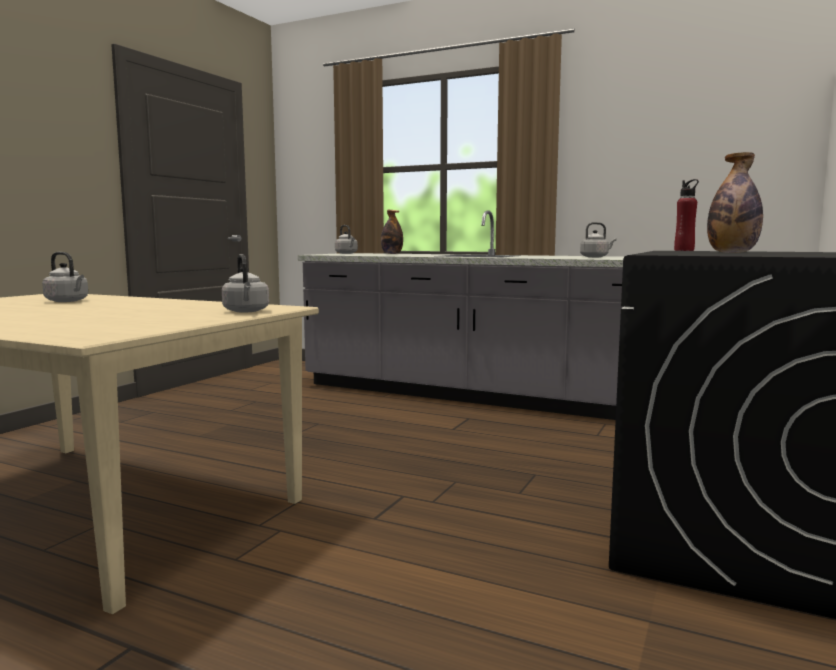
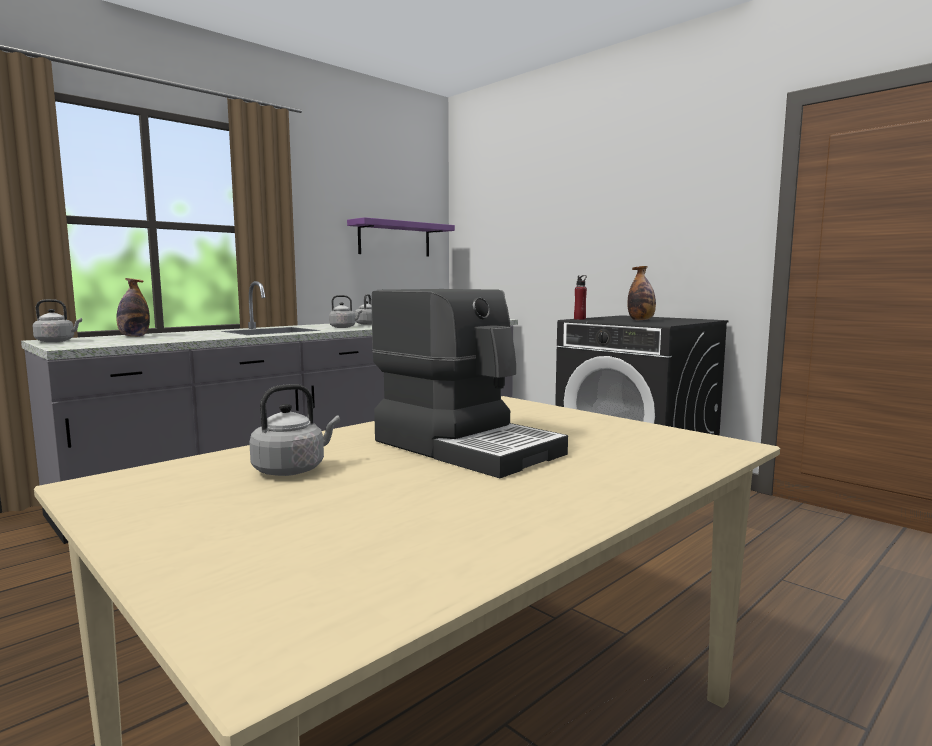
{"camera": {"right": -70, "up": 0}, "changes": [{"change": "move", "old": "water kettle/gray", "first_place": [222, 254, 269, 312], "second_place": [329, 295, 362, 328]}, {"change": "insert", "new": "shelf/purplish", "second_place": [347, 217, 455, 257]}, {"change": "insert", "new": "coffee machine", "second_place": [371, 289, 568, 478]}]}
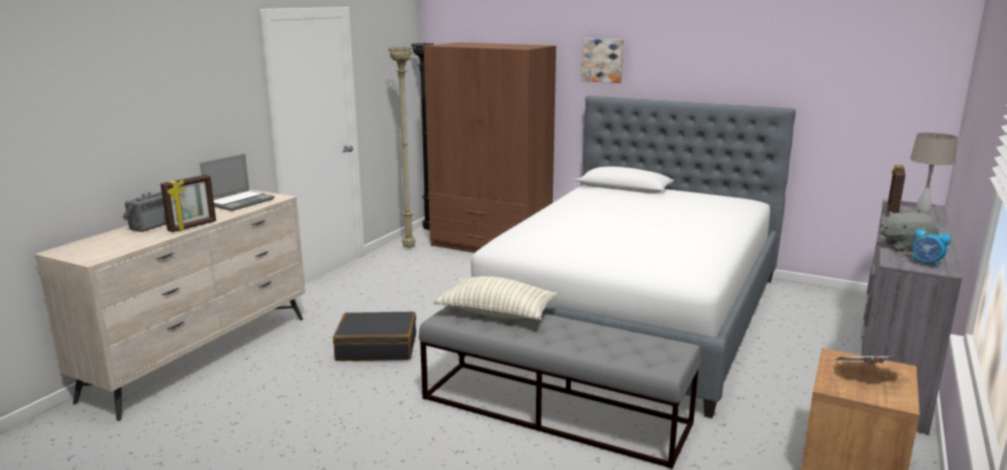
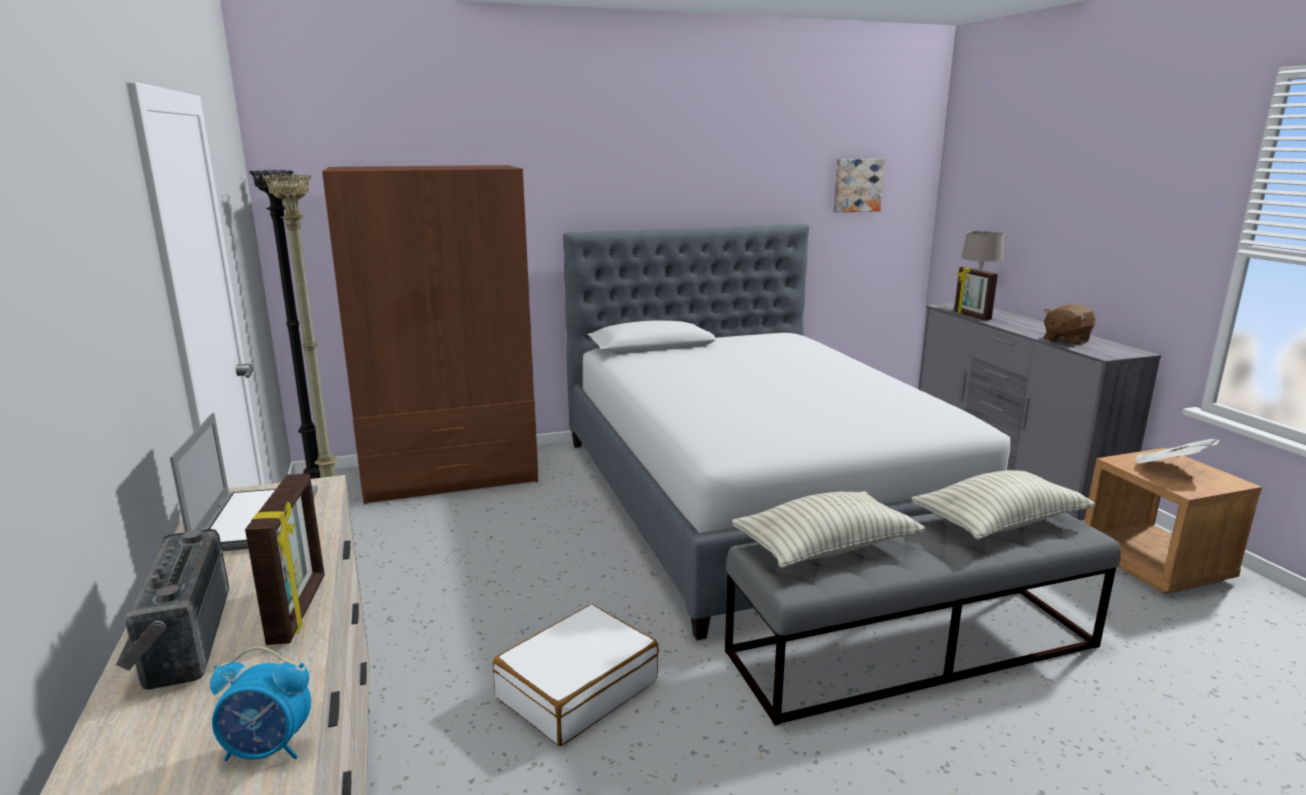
{"camera": {"right": -45, "up": 0}, "changes": [{"change": "move", "old": "wall art", "first_place": [581, 39, 624, 83], "second_place": [833, 159, 885, 213]}, {"change": "recolor", "old": "plush toy/gray", "new": "plush toy/brown-coloured", "first_place": [879, 212, 939, 251], "second_place": [1044, 304, 1095, 346]}, {"change": "move", "old": "bedside clock", "first_place": [911, 226, 951, 268], "second_place": [210, 646, 311, 761]}, {"change": "recolor", "old": "suitcase/black-coloured", "new": "suitcase/whitish", "first_place": [333, 311, 416, 361], "second_place": [493, 604, 659, 746]}, {"change": "insert", "new": "pillow", "second_place": [911, 470, 1095, 540]}]}
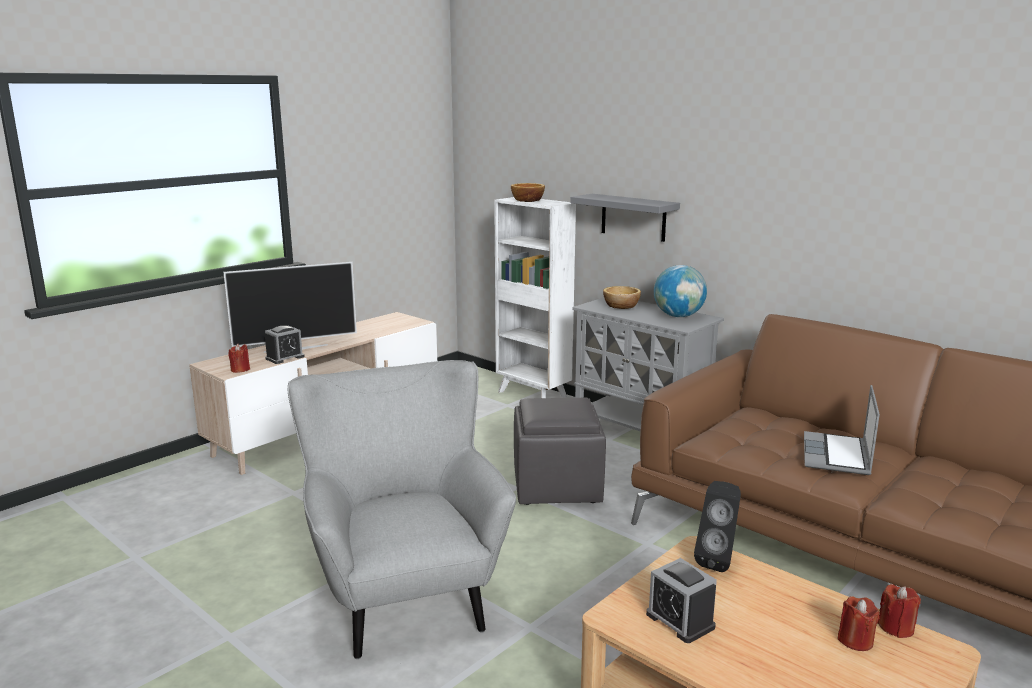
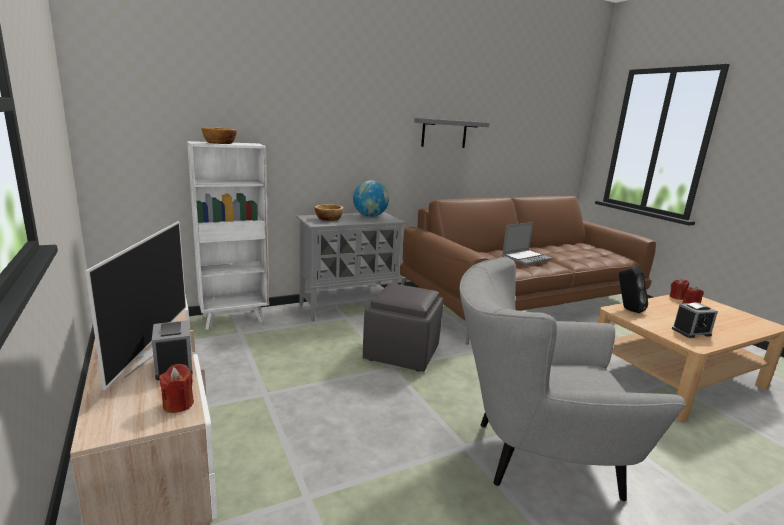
{"camera": {"right": -70, "up": 0}, "changes": [{"change": "move", "old": "shelf/gray", "first_place": [570, 194, 680, 242], "second_place": [414, 118, 489, 148]}, {"change": "rotate", "old": "laptop", "first_place": [804, 385, 880, 475], "second_place": [502, 222, 553, 265], "degrees": -75}]}
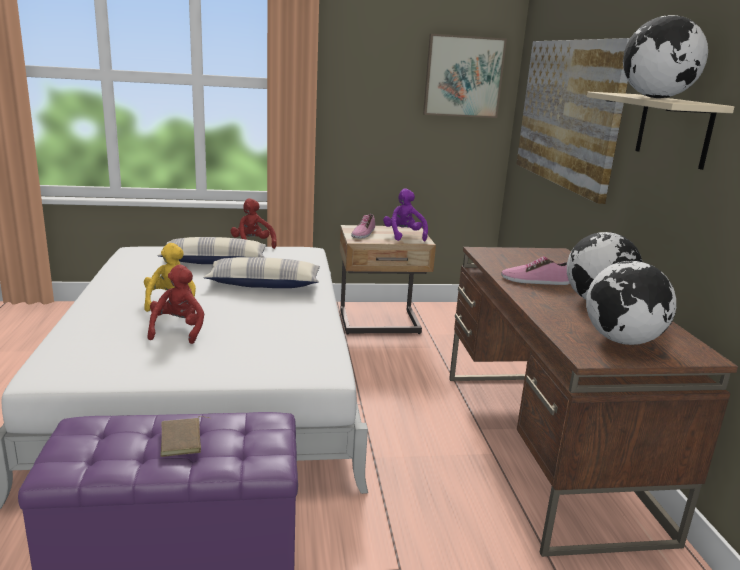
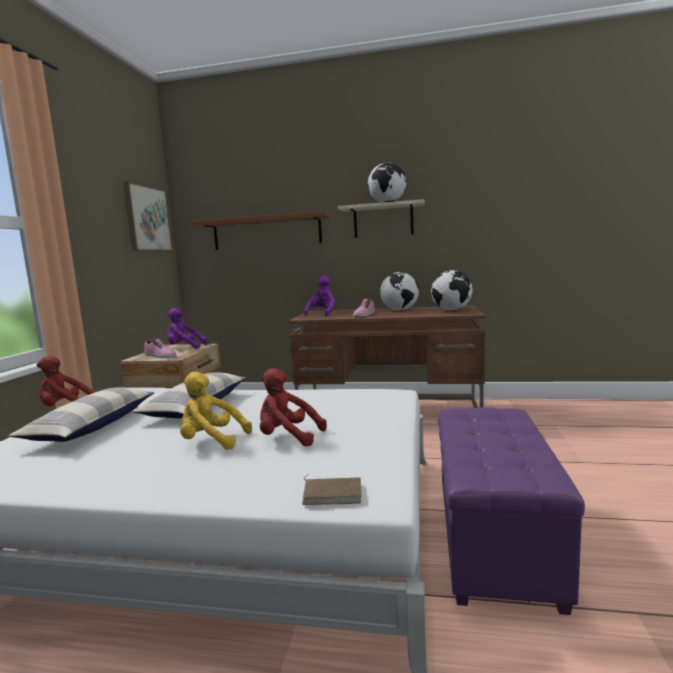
{"camera": {"right": -70, "up": -10}, "changes": [{"change": "replace", "old": "wall art", "new": "shelf", "first_place": [516, 38, 630, 204], "second_place": [192, 211, 331, 250]}, {"change": "move", "old": "book/brown-coloured", "first_place": [160, 416, 209, 457], "second_place": [302, 474, 362, 505]}, {"change": "insert", "new": "plush toy/purplish", "second_place": [304, 276, 335, 317]}]}
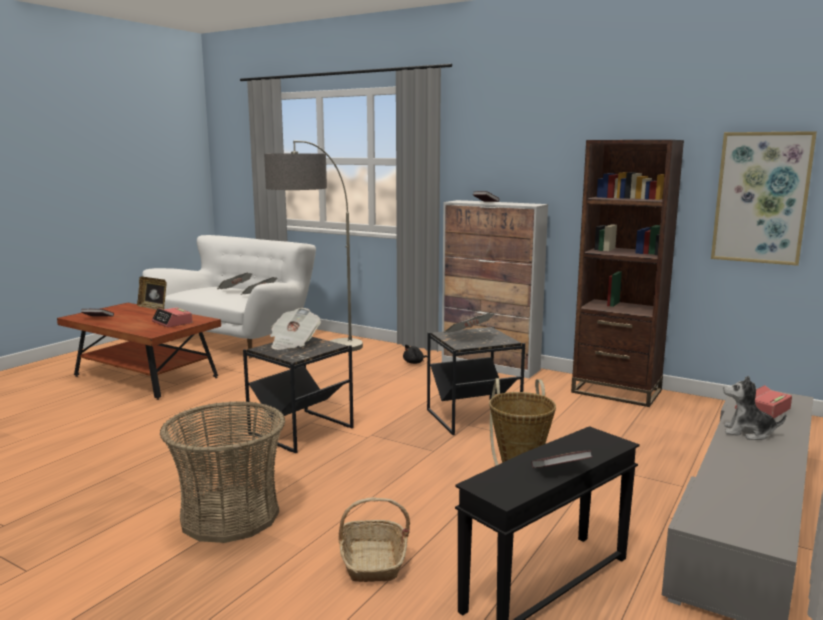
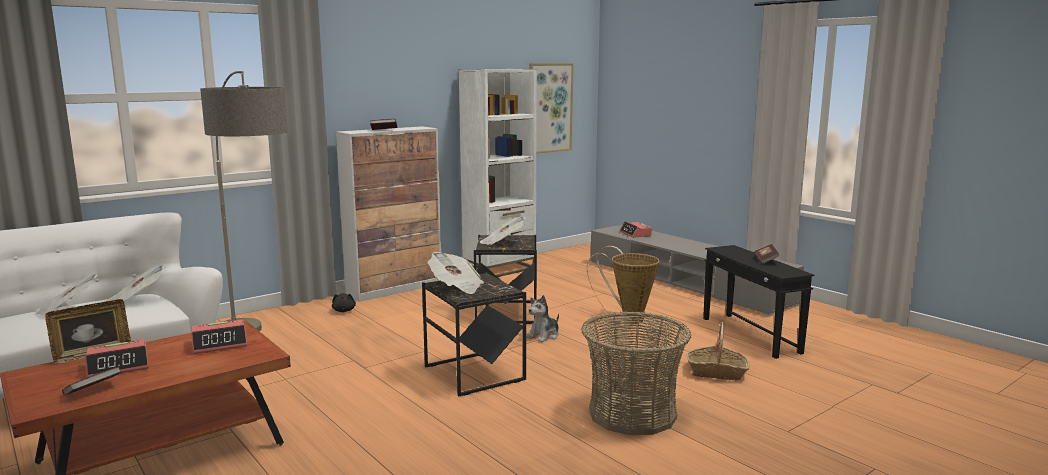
{"camera": {"right": -70, "up": 0}, "changes": [{"change": "recolor", "old": "bookshelf/brown-coloured", "new": "bookshelf/whitish", "first_place": [571, 140, 684, 407], "second_place": [459, 69, 537, 277]}, {"change": "move", "old": "plush toy", "first_place": [723, 376, 786, 440], "second_place": [527, 295, 559, 342]}, {"change": "insert", "new": "bedside clock", "second_place": [85, 339, 149, 377]}]}
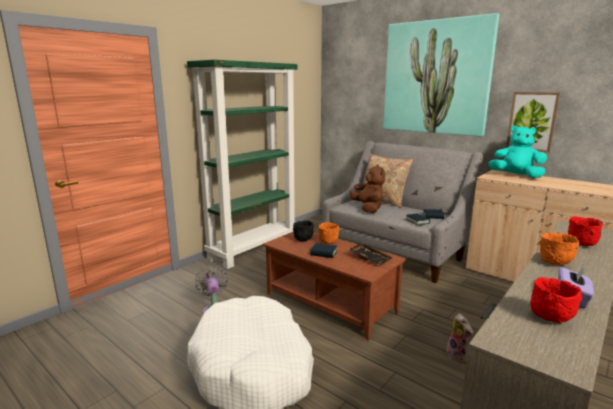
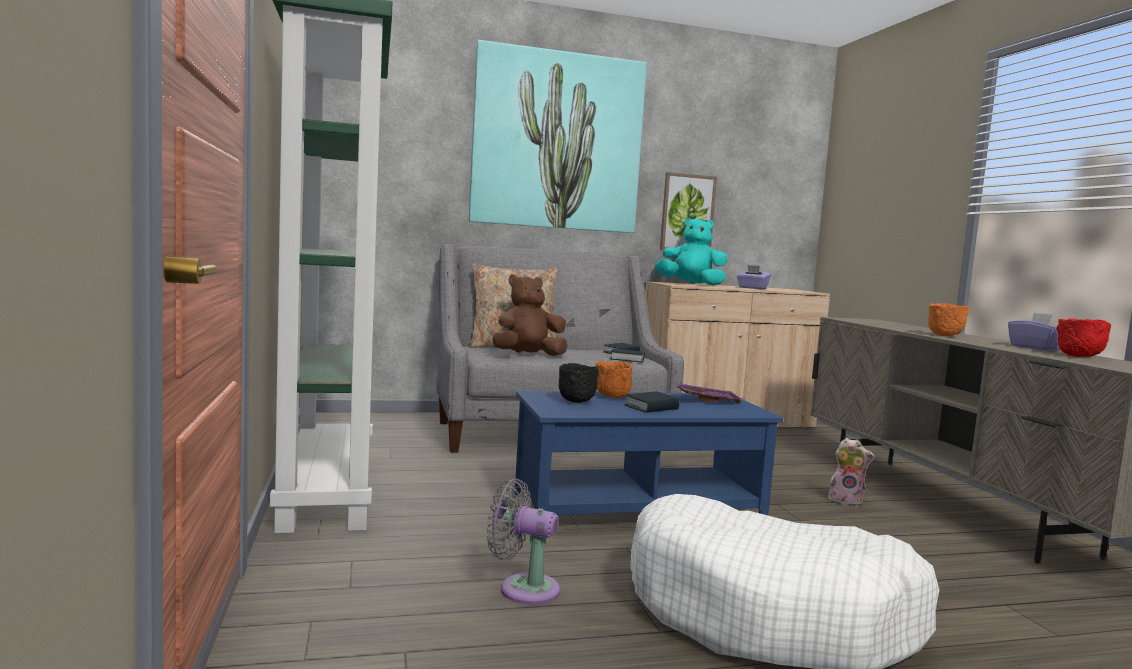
{"camera": {"right": -55, "up": -10}, "changes": [{"change": "rotate", "old": "plush toy/turquoise-coloured", "first_place": [489, 125, 547, 178], "second_place": [655, 218, 728, 286], "degrees": 45}, {"change": "rotate", "old": "plush toy/brown-coloured", "first_place": [350, 164, 385, 213], "second_place": [493, 274, 567, 356], "degrees": -45}, {"change": "delete", "old": "deep dish/red-coloured", "first_place": [568, 216, 603, 246]}, {"change": "recolor", "old": "low table/brown-coloured", "new": "low table/bluish", "first_place": [263, 231, 406, 340], "second_place": [515, 391, 784, 515]}, {"change": "recolor", "old": "carrying tray/black-coloured", "new": "carrying tray/purplish", "first_place": [349, 243, 393, 265], "second_place": [673, 382, 746, 403]}, {"change": "insert", "new": "tissue holder/purplish", "second_place": [737, 265, 771, 289]}]}
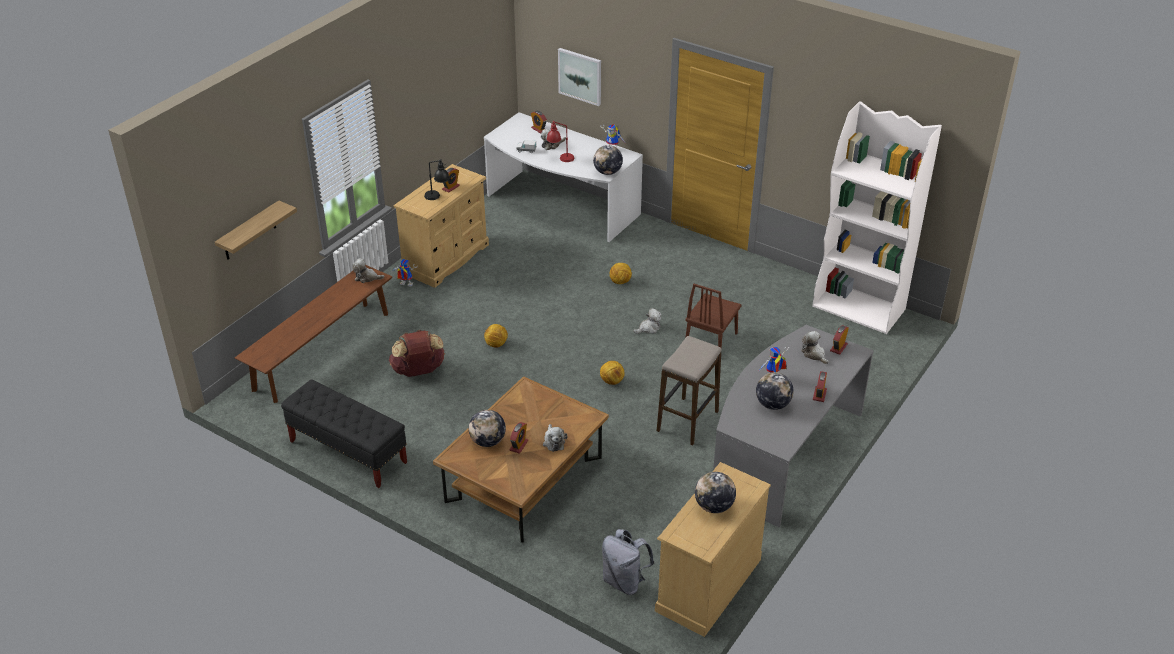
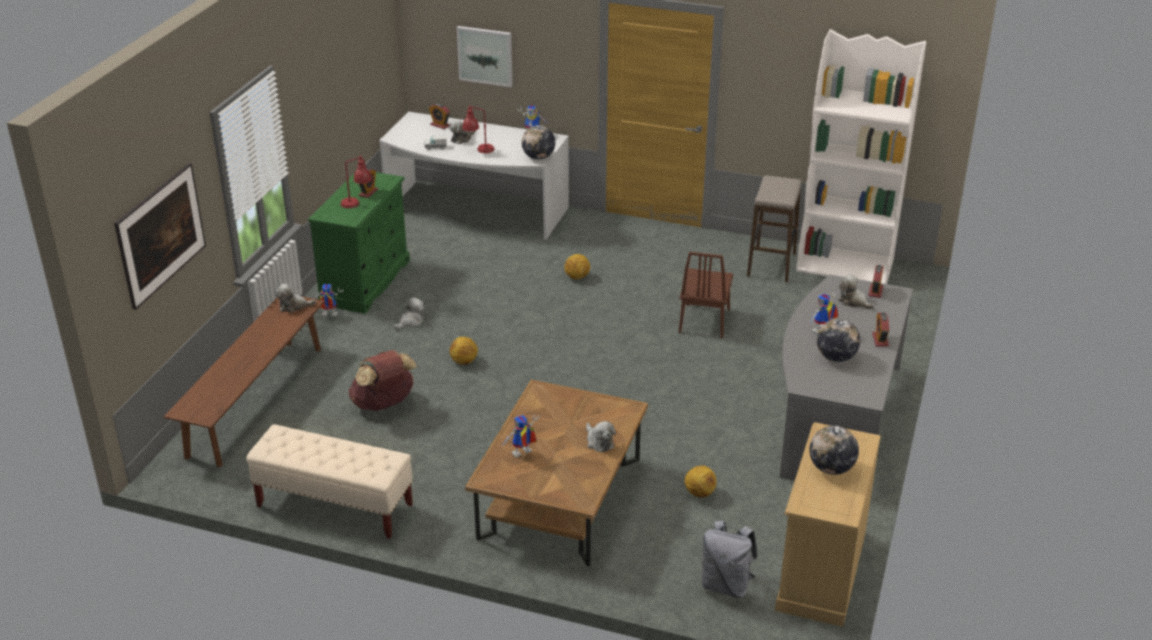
{"camera": {"right": -15, "up": -5}, "changes": [{"change": "recolor", "old": "table lamp/black-coloured", "new": "table lamp/red-coloured", "first_place": [424, 159, 450, 200], "second_place": [341, 156, 372, 208]}, {"change": "recolor", "old": "dresser/beige", "new": "dresser/green-coloured", "first_place": [394, 164, 489, 288], "second_place": [308, 172, 410, 314]}, {"change": "replace", "old": "shelf", "new": "wall art", "first_place": [215, 200, 297, 260], "second_place": [114, 163, 206, 310]}, {"change": "move", "old": "plush toy", "first_place": [633, 308, 662, 334], "second_place": [394, 297, 424, 329]}, {"change": "move", "old": "stool seat", "first_place": [657, 336, 721, 446], "second_place": [747, 175, 802, 282]}, {"change": "move", "old": "football ball", "first_place": [600, 361, 625, 385], "second_place": [685, 466, 717, 497]}, {"change": "recolor", "old": "bench/black-coloured", "new": "bench/beige", "first_place": [281, 380, 407, 488], "second_place": [246, 424, 413, 539]}, {"change": "replace", "old": "globe", "new": "model robot", "first_place": [469, 410, 506, 447], "second_place": [501, 415, 539, 458]}, {"change": "delete", "old": "bedside clock", "first_place": [510, 422, 528, 454]}]}
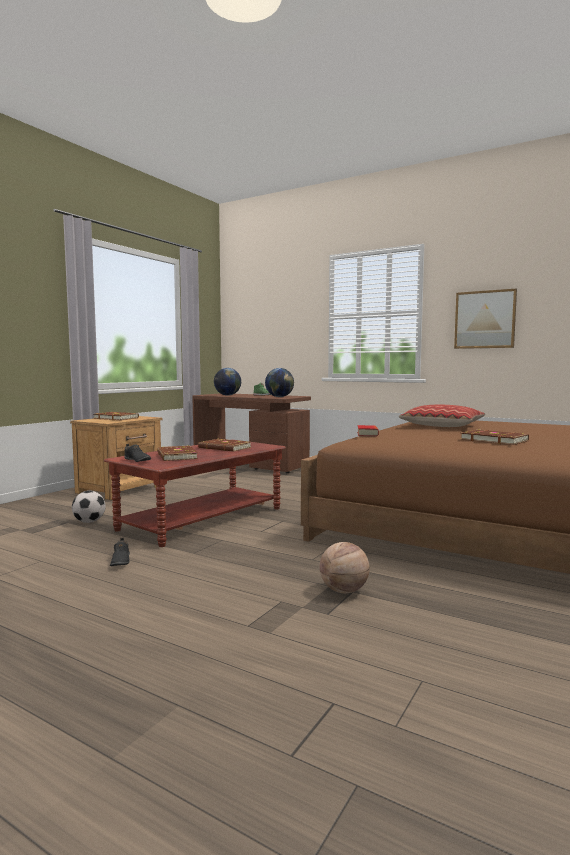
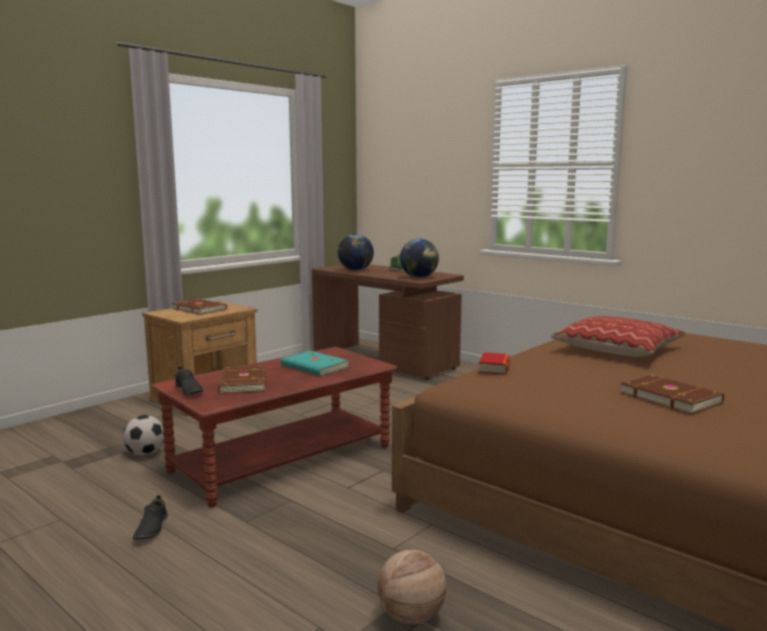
{"camera": {"right": 10, "up": 5}, "changes": [{"change": "delete", "old": "wall art", "first_place": [454, 289, 517, 349]}, {"change": "recolor", "old": "book/brown-coloured", "new": "book/turquoise-coloured", "first_place": [198, 439, 251, 451], "second_place": [281, 351, 349, 376]}]}
